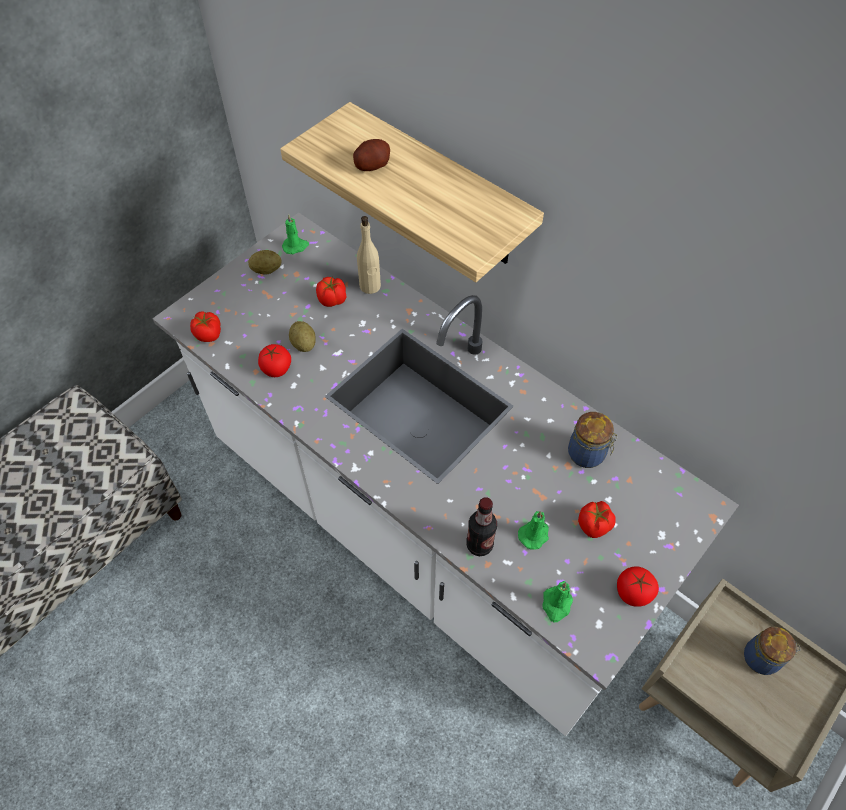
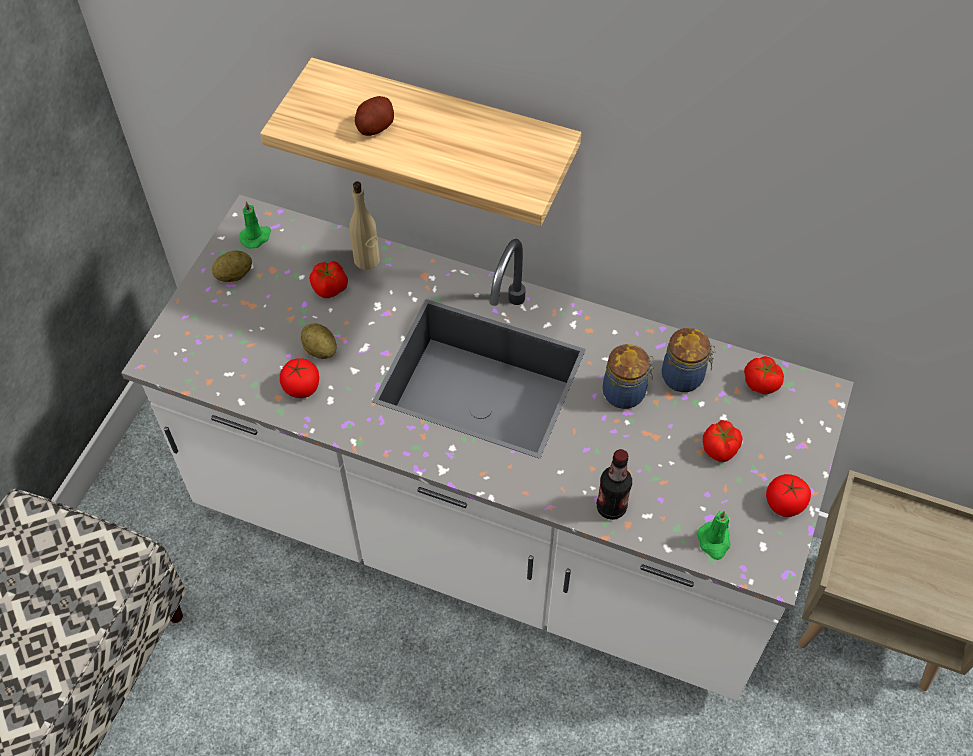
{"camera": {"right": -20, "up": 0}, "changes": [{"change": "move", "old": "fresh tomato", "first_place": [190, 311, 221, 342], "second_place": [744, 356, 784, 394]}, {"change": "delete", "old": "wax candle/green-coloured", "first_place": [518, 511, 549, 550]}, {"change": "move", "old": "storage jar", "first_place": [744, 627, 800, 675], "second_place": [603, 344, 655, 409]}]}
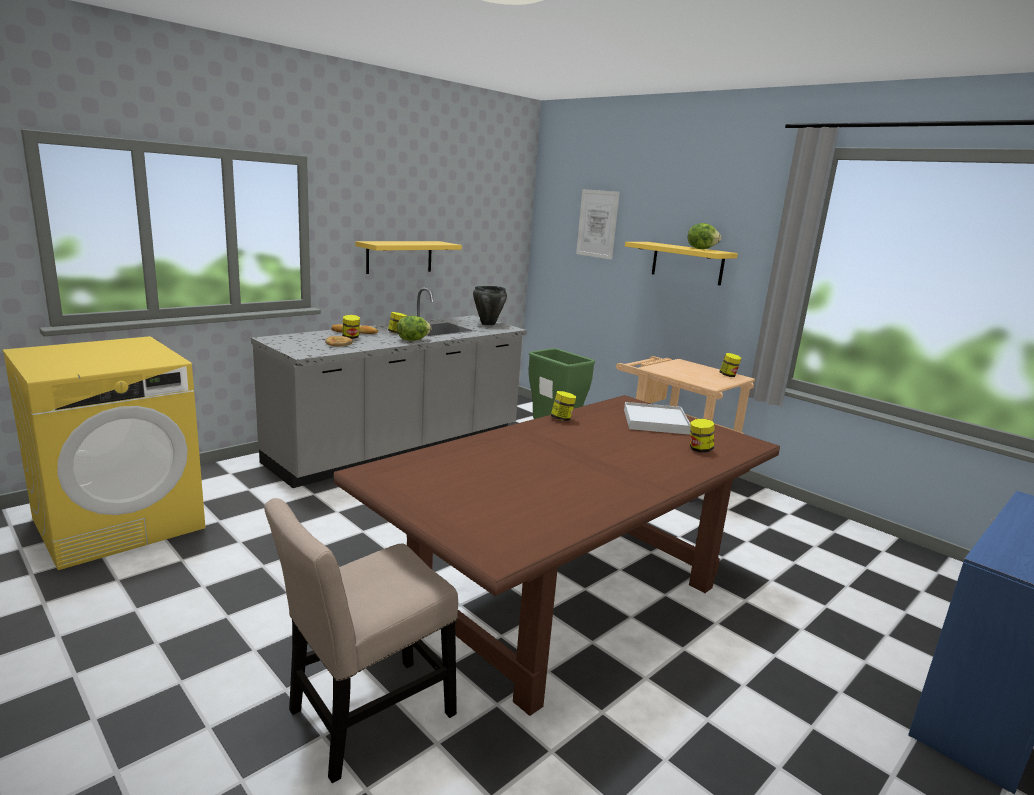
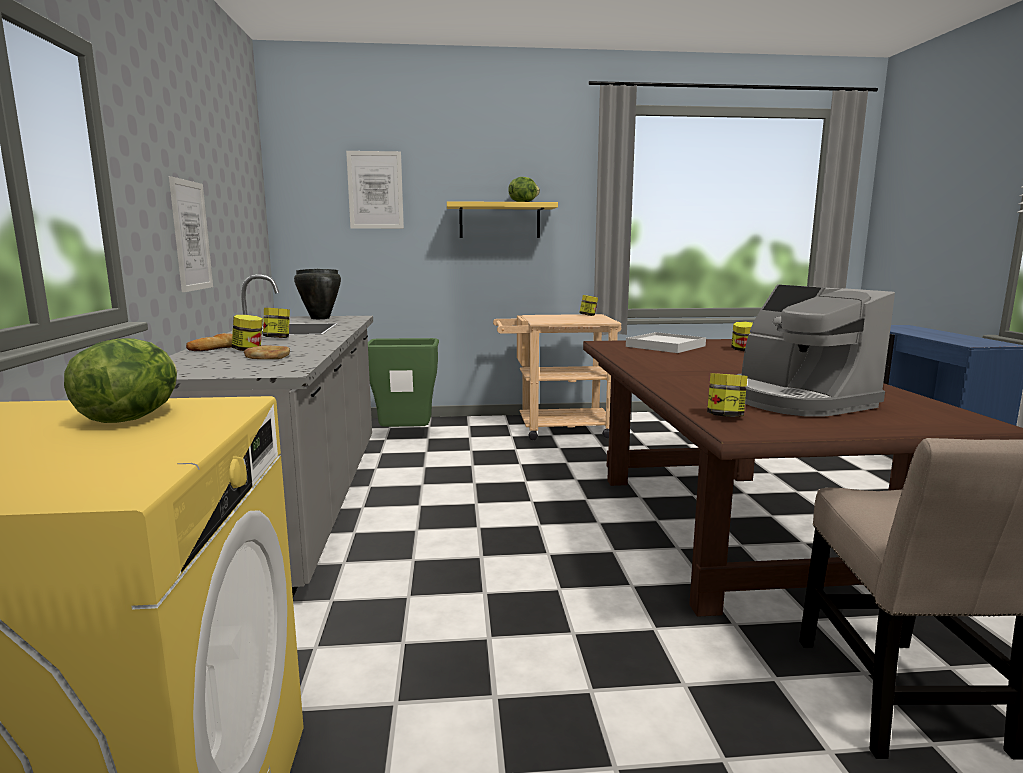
{"camera": {"right": -50, "up": -5}, "changes": [{"change": "replace", "old": "shelf/yellow", "new": "wall art", "first_place": [356, 241, 462, 274], "second_place": [169, 176, 213, 292]}, {"change": "move", "old": "lettuce", "first_place": [397, 316, 431, 341], "second_place": [64, 338, 177, 423]}, {"change": "move", "old": "storage jar", "first_place": [551, 391, 576, 421], "second_place": [707, 373, 748, 417]}, {"change": "insert", "new": "coffee machine", "second_place": [737, 285, 895, 416]}]}
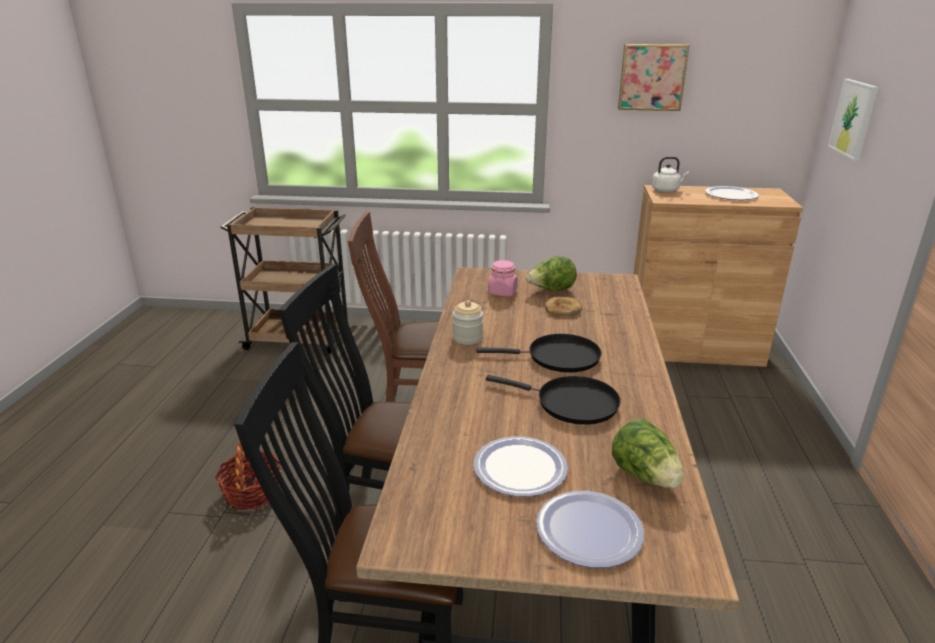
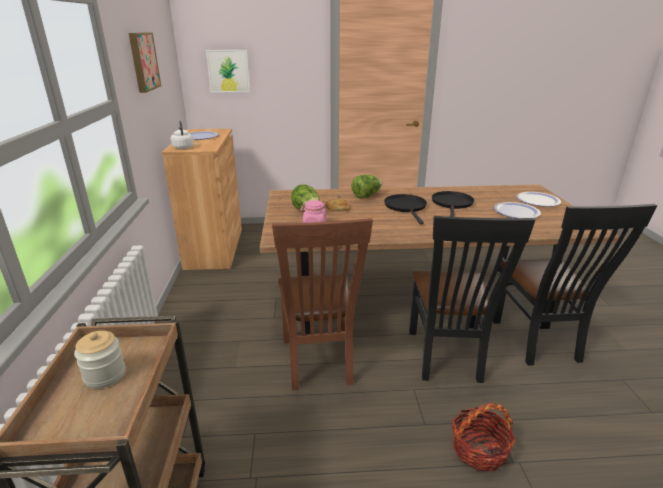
{"camera": {"right": -100, "up": 0}, "changes": [{"change": "move", "old": "storage jar", "first_place": [452, 300, 483, 345], "second_place": [74, 331, 125, 389]}, {"change": "move", "old": "lettuce", "first_place": [612, 419, 684, 488], "second_place": [351, 175, 382, 199]}]}
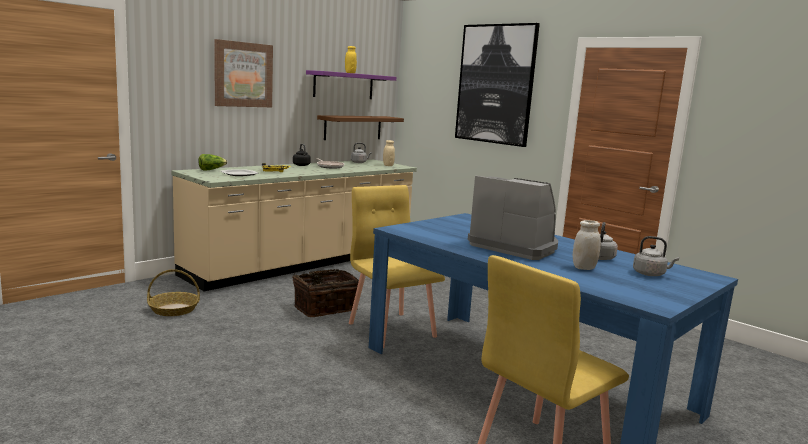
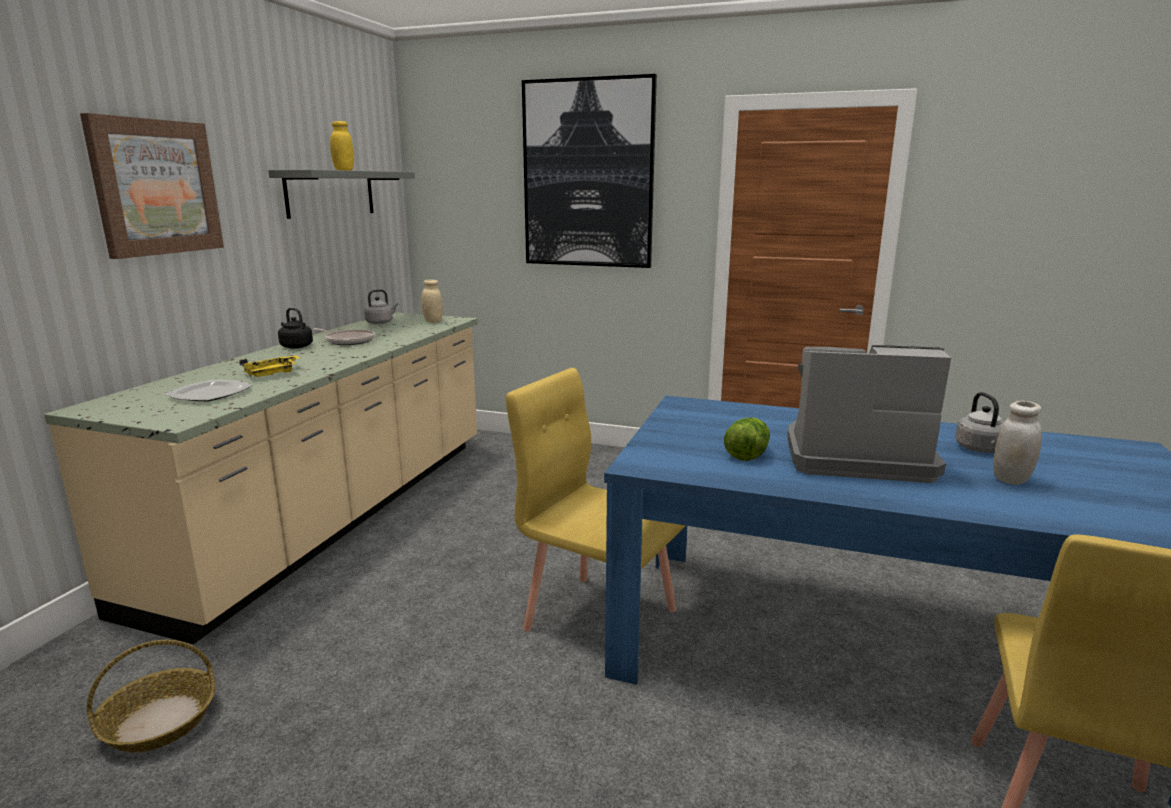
{"camera": {"right": -25, "up": 5}, "changes": [{"change": "recolor", "old": "shelf/purplish", "new": "shelf/gray", "first_place": [306, 70, 396, 99], "second_place": [268, 170, 415, 219]}, {"change": "delete", "old": "shelf/brown-coloured", "first_place": [317, 115, 404, 140]}, {"change": "move", "old": "lettuce", "first_place": [198, 154, 227, 170], "second_place": [724, 418, 770, 461]}, {"change": "delete", "old": "water kettle/gray", "first_place": [633, 236, 679, 276]}, {"change": "delete", "old": "basket", "first_place": [292, 269, 359, 317]}]}
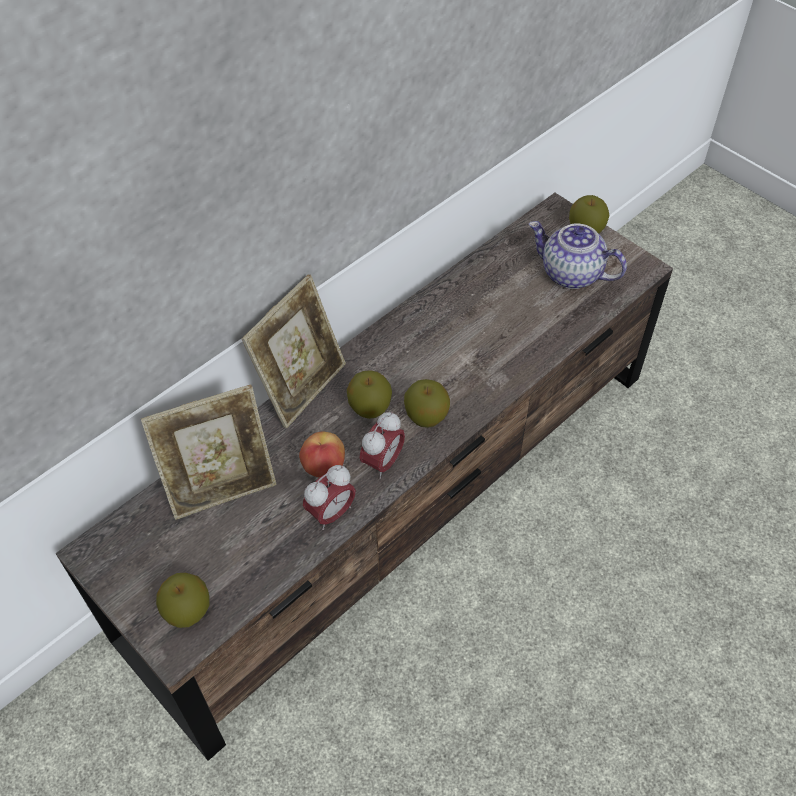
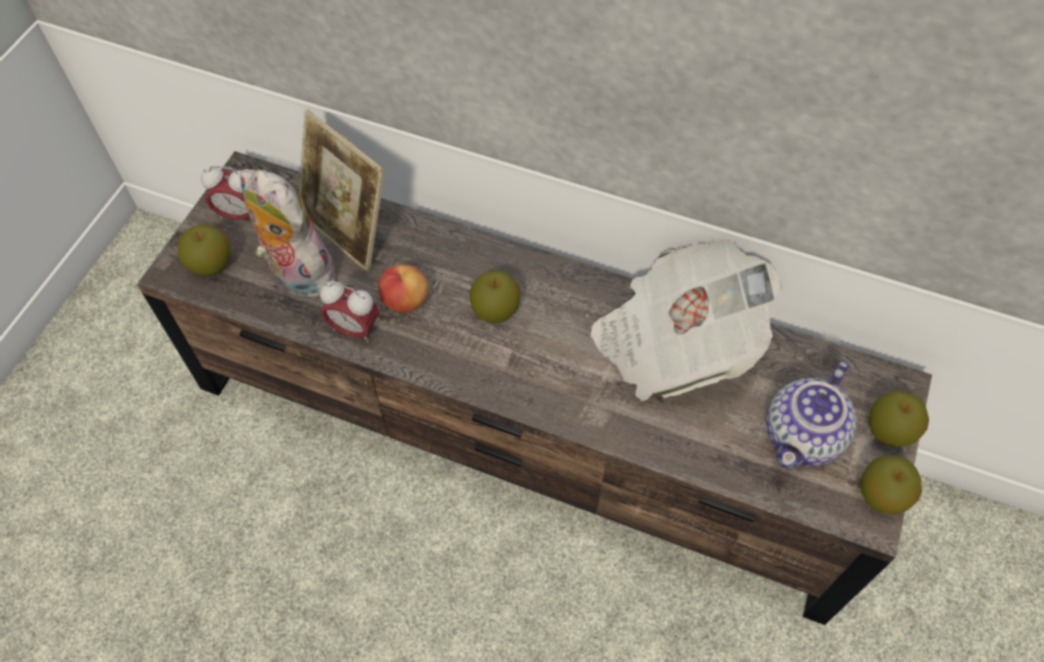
{"camera": {"right": 65, "up": 5}, "changes": [{"change": "rotate", "old": "pot for tea", "first_place": [529, 221, 627, 289], "second_place": [766, 361, 857, 469], "degrees": -150}, {"change": "delete", "old": "picture frame", "first_place": [242, 274, 346, 428]}, {"change": "move", "old": "apple", "first_place": [404, 379, 450, 428], "second_place": [860, 455, 922, 514]}, {"change": "move", "old": "bedside clock", "first_place": [360, 412, 405, 479], "second_place": [201, 166, 249, 220]}, {"change": "insert", "new": "plush toy", "second_place": [240, 169, 339, 298]}, {"change": "insert", "new": "printed paper", "second_place": [591, 239, 782, 401]}]}
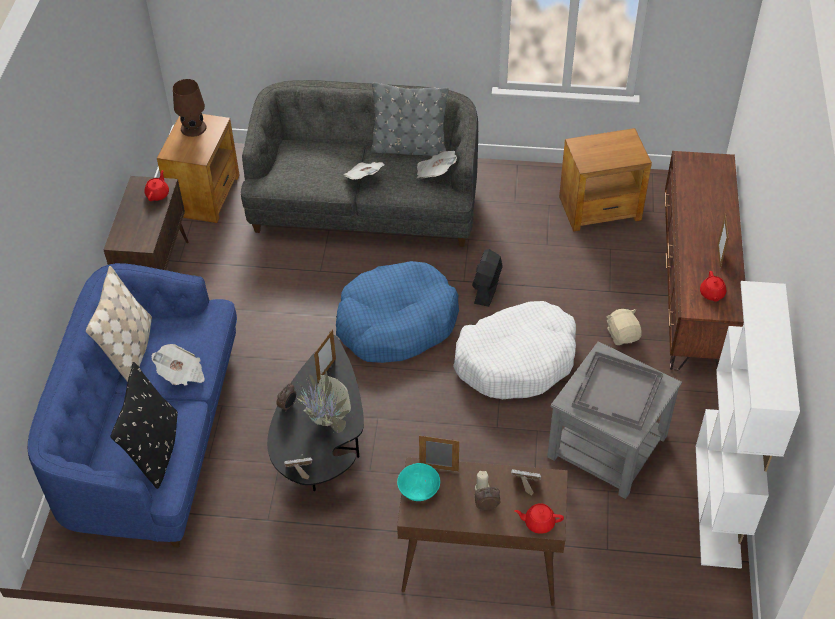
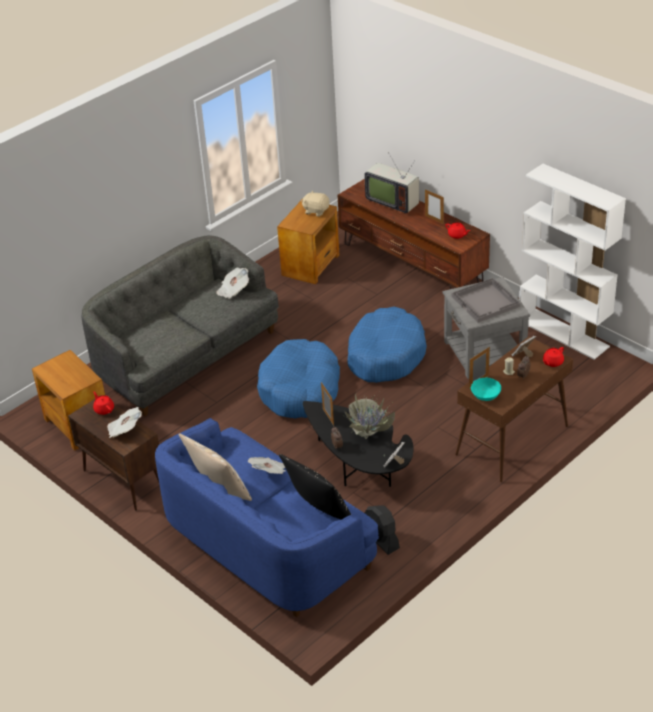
{"camera": {"right": -50, "up": -10}, "changes": [{"change": "delete", "old": "table lamp/brown-coloured", "first_place": [173, 79, 207, 137]}, {"change": "delete", "old": "pillow/gray", "first_place": [371, 82, 449, 156]}, {"change": "move", "old": "printed paper", "first_place": [343, 162, 384, 179], "second_place": [107, 407, 142, 438]}, {"change": "move", "old": "fan/black-coloured", "first_place": [472, 249, 503, 307], "second_place": [365, 506, 400, 555]}, {"change": "recolor", "old": "dog bed/whitish", "new": "dog bed/bluish", "first_place": [453, 301, 576, 399], "second_place": [347, 307, 427, 383]}, {"change": "move", "old": "plush toy/beige", "first_place": [606, 309, 642, 345], "second_place": [301, 191, 330, 217]}, {"change": "insert", "new": "television", "second_place": [365, 152, 419, 214]}]}
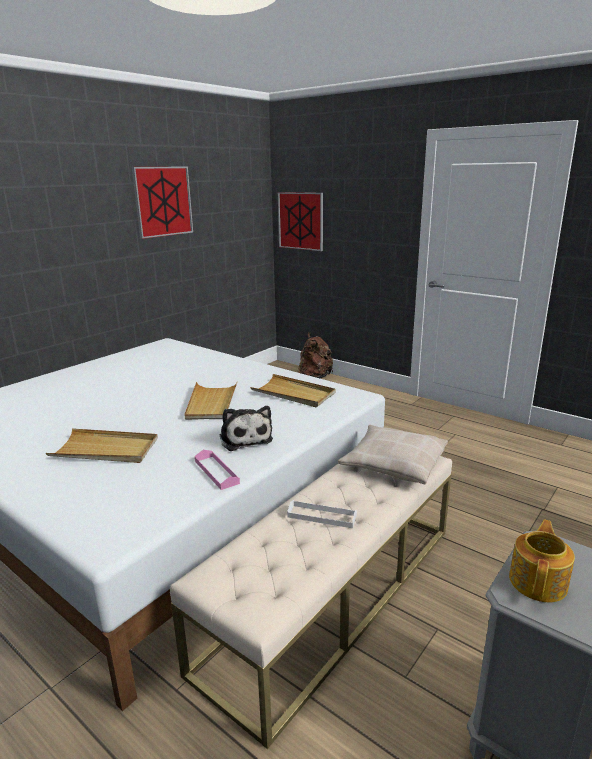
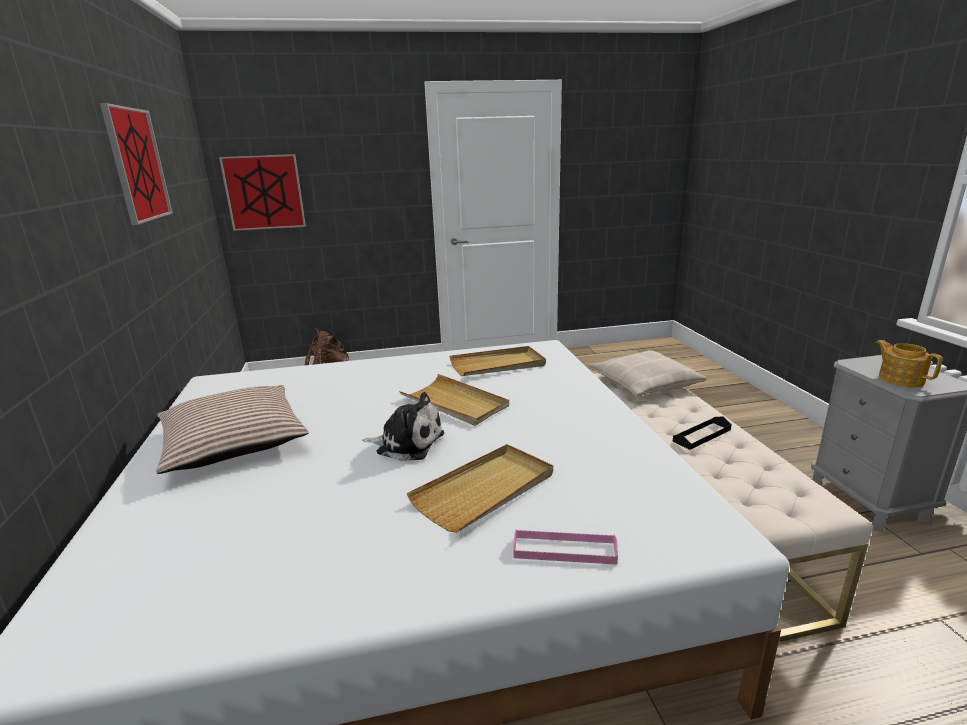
{"camera": {"right": -50, "up": 0}, "changes": [{"change": "move", "old": "plush toy", "first_place": [220, 406, 273, 451], "second_place": [362, 392, 444, 461]}, {"change": "move", "old": "carrying tray/pinkish", "first_place": [195, 450, 240, 490], "second_place": [513, 529, 618, 565]}, {"change": "recolor", "old": "carrying tray/whitish", "new": "carrying tray/black-coloured", "first_place": [287, 500, 357, 528], "second_place": [673, 416, 732, 450]}, {"change": "insert", "new": "pillow", "second_place": [156, 385, 308, 474]}]}
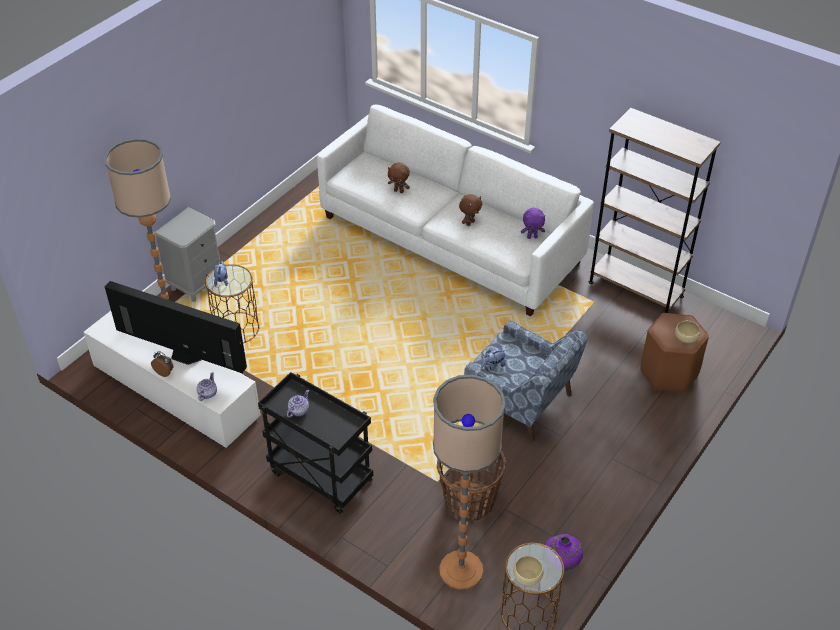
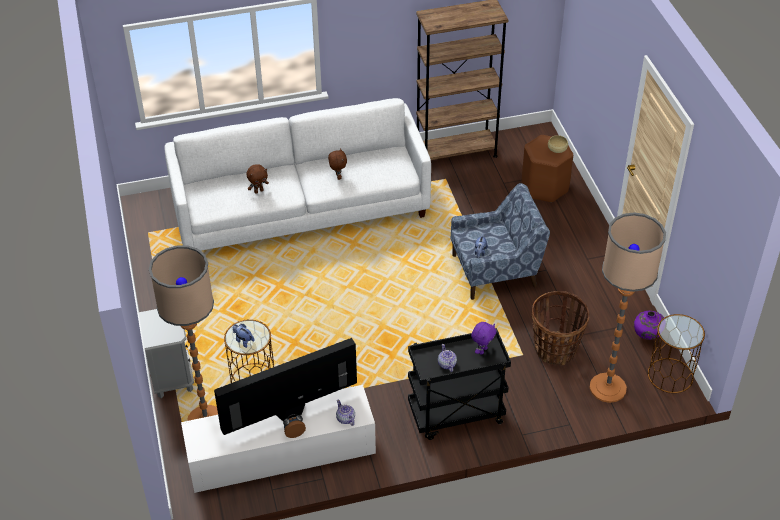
{"camera": {"right": -50, "up": 0}, "changes": [{"change": "move", "old": "plush toy/purplish", "first_place": [521, 208, 545, 239], "second_place": [471, 322, 496, 355]}, {"change": "delete", "old": "deep dish/beige", "first_place": [513, 556, 544, 585]}]}
